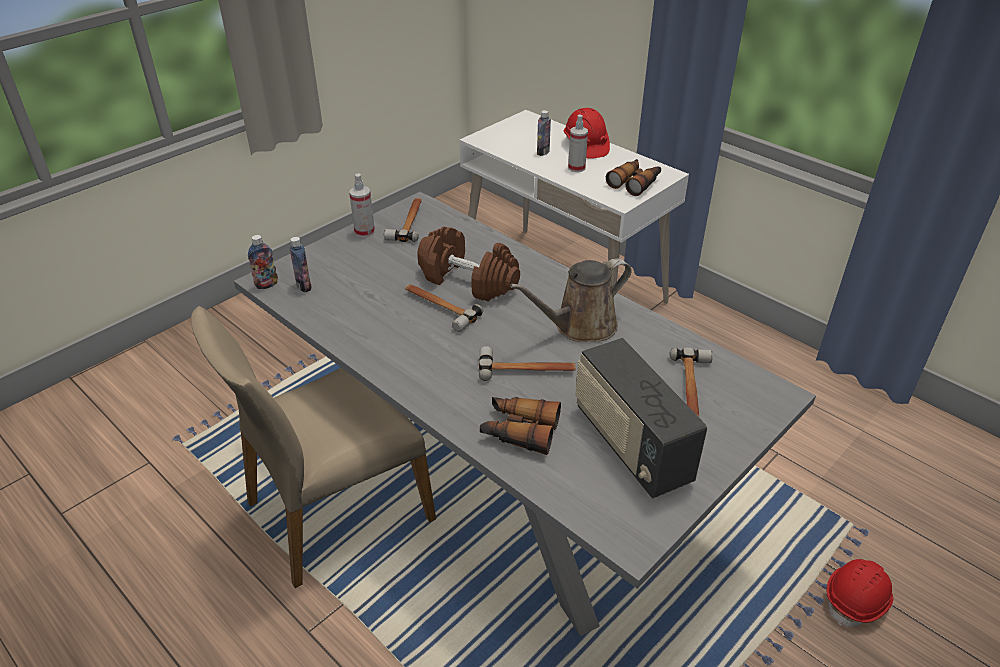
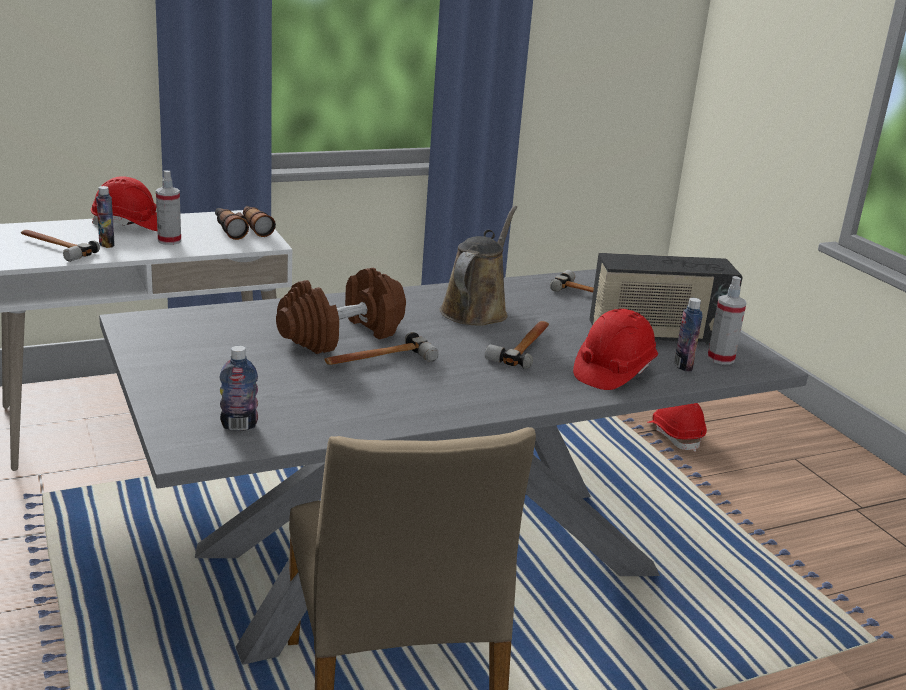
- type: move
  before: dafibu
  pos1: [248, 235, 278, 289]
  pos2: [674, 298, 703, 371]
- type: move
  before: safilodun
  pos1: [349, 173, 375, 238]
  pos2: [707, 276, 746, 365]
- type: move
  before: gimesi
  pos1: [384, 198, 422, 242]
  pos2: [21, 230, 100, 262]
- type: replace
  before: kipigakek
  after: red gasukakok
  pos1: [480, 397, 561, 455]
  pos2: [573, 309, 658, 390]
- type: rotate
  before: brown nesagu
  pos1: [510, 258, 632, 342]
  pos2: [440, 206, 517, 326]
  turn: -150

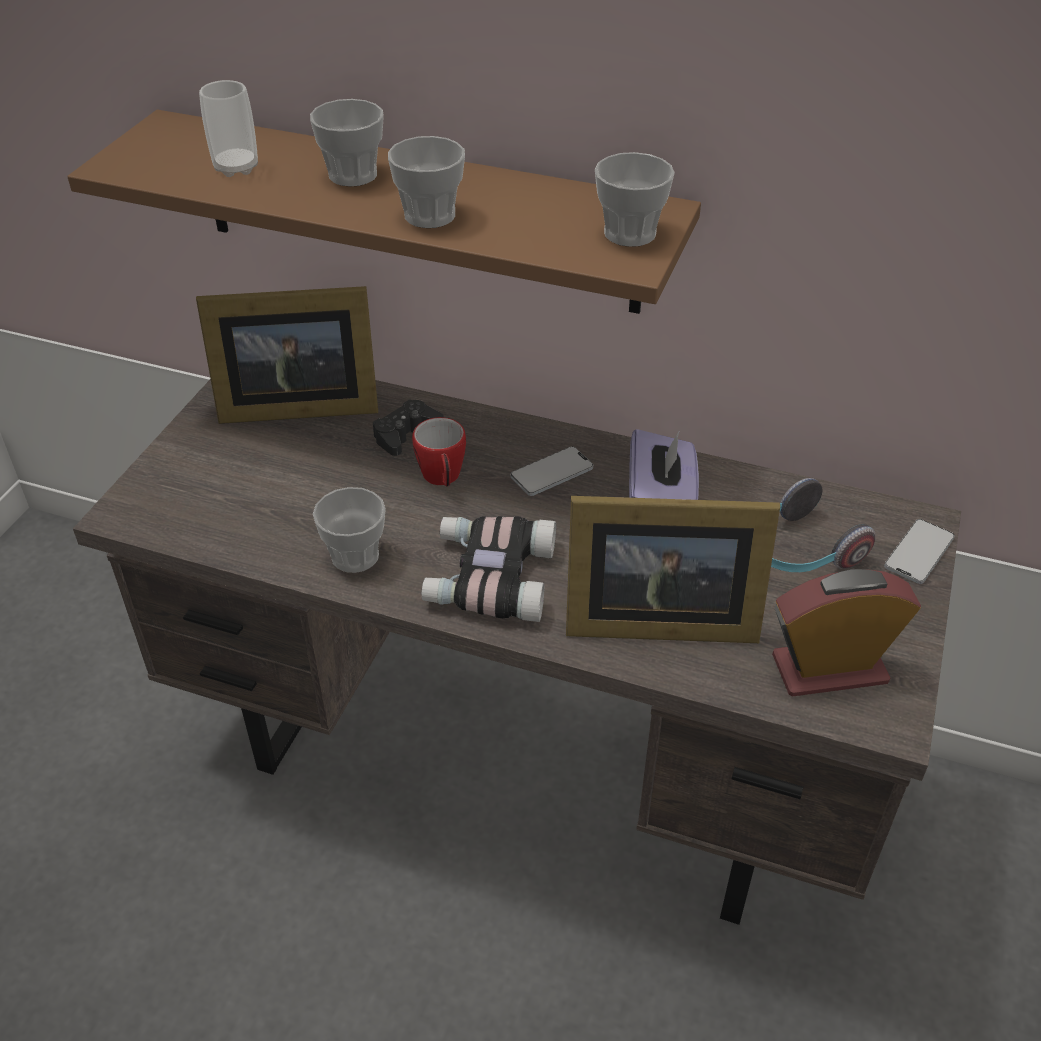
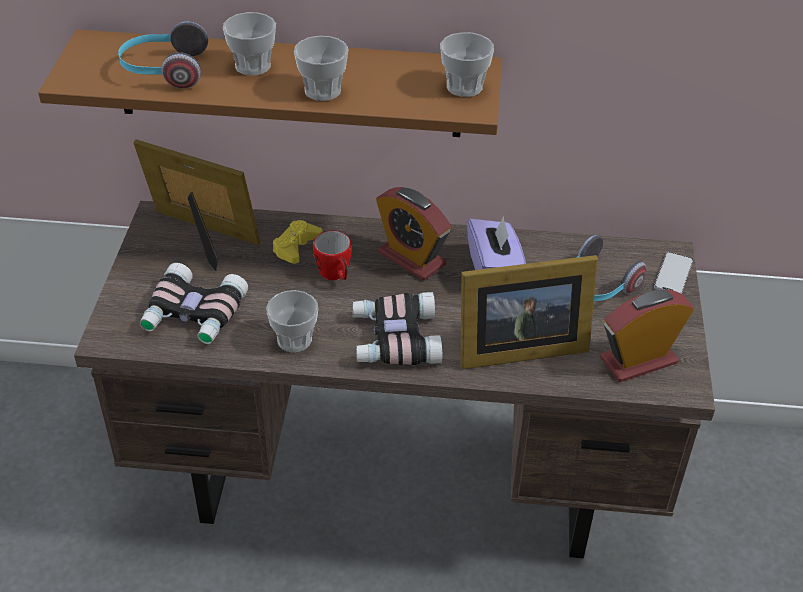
- type: rotate
  before: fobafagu
  pos1: [196, 286, 378, 424]
  pos2: [133, 139, 260, 271]
  turn: -135
- type: replace
  before: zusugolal
  after: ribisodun
  pos1: [199, 80, 258, 177]
  pos2: [118, 21, 208, 88]
- type: recolor
  before: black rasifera
  after: yellow rasifera
  pos1: [373, 399, 444, 456]
  pos2: [273, 220, 322, 264]
- type: replace
  before: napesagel
  after: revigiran
  pos1: [510, 446, 593, 496]
  pos2: [376, 187, 451, 281]
- type: insert
  after: kipigakek
  pos2: [140, 263, 248, 344]

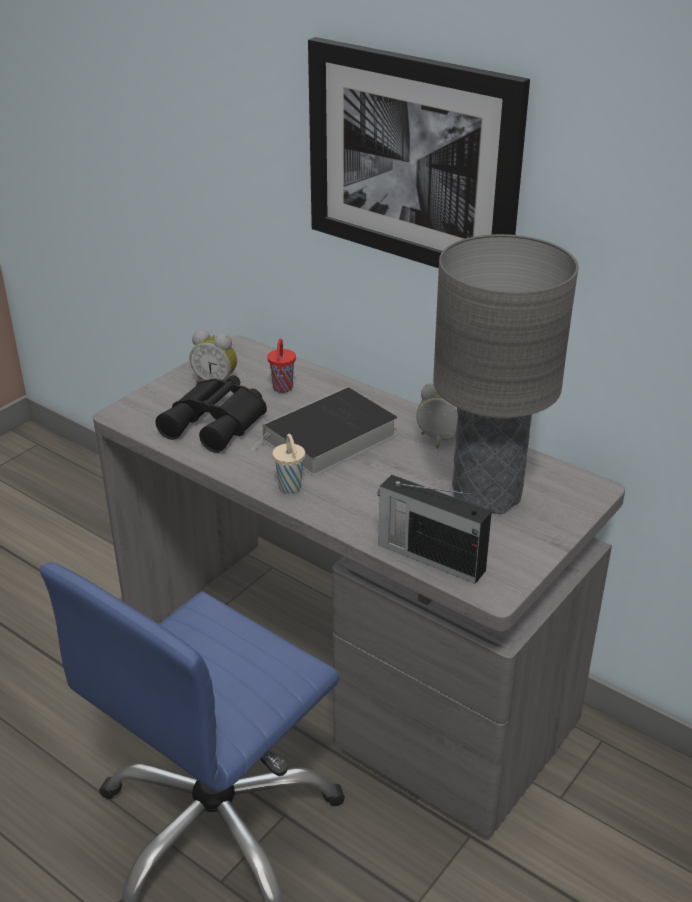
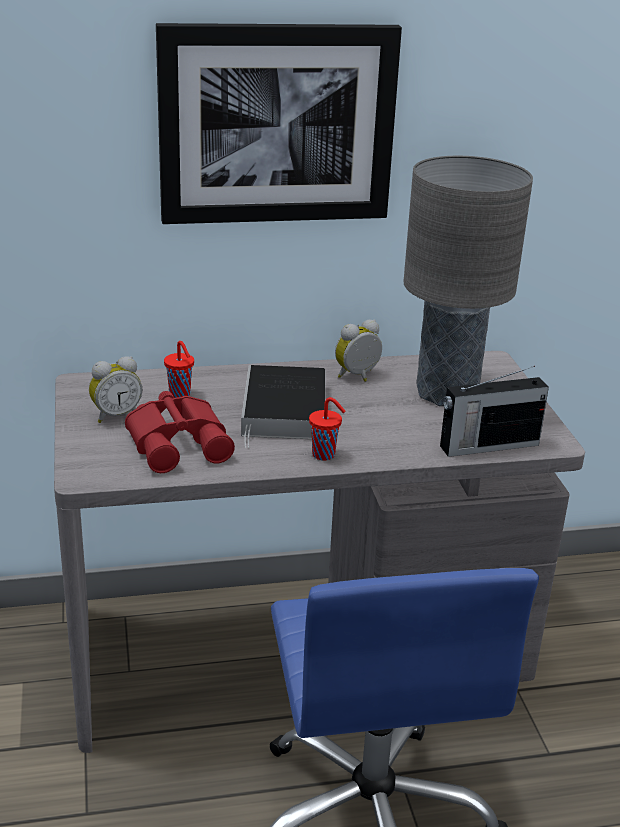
- type: recolor
  before: black kipigakek
  after: red kipigakek
  pos1: [156, 375, 267, 453]
  pos2: [125, 391, 235, 473]
- type: recolor
  before: beige zusugolal
  after: red zusugolal
  pos1: [272, 434, 305, 494]
  pos2: [309, 397, 345, 460]

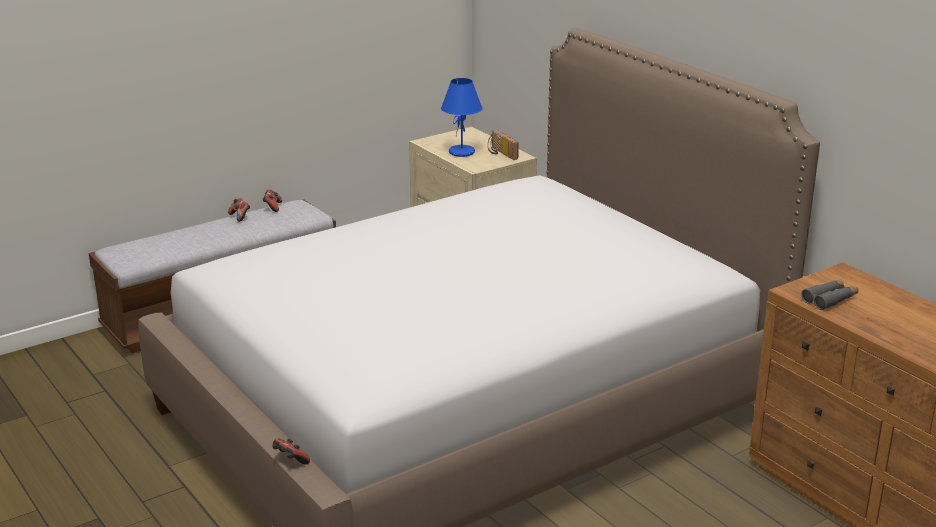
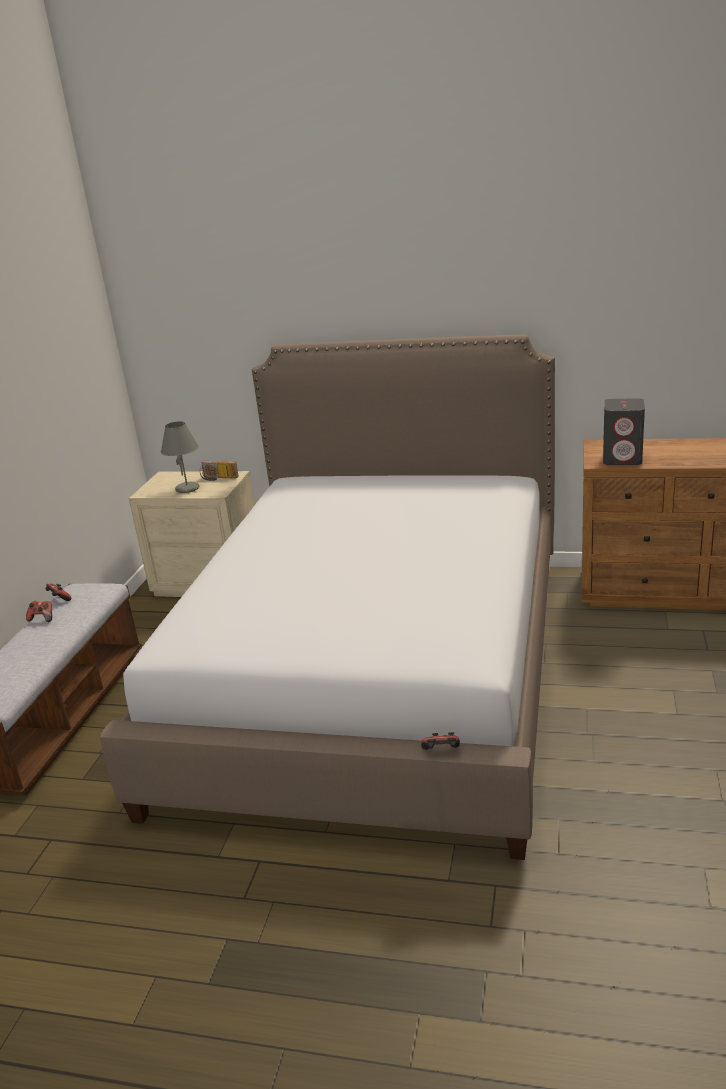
- type: recolor
  before: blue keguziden
  after: grey keguziden
  pos1: [441, 78, 483, 157]
  pos2: [161, 421, 199, 493]
- type: replace
  before: grey kipigakek
  after: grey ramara
  pos1: [802, 279, 859, 310]
  pos2: [603, 398, 645, 465]

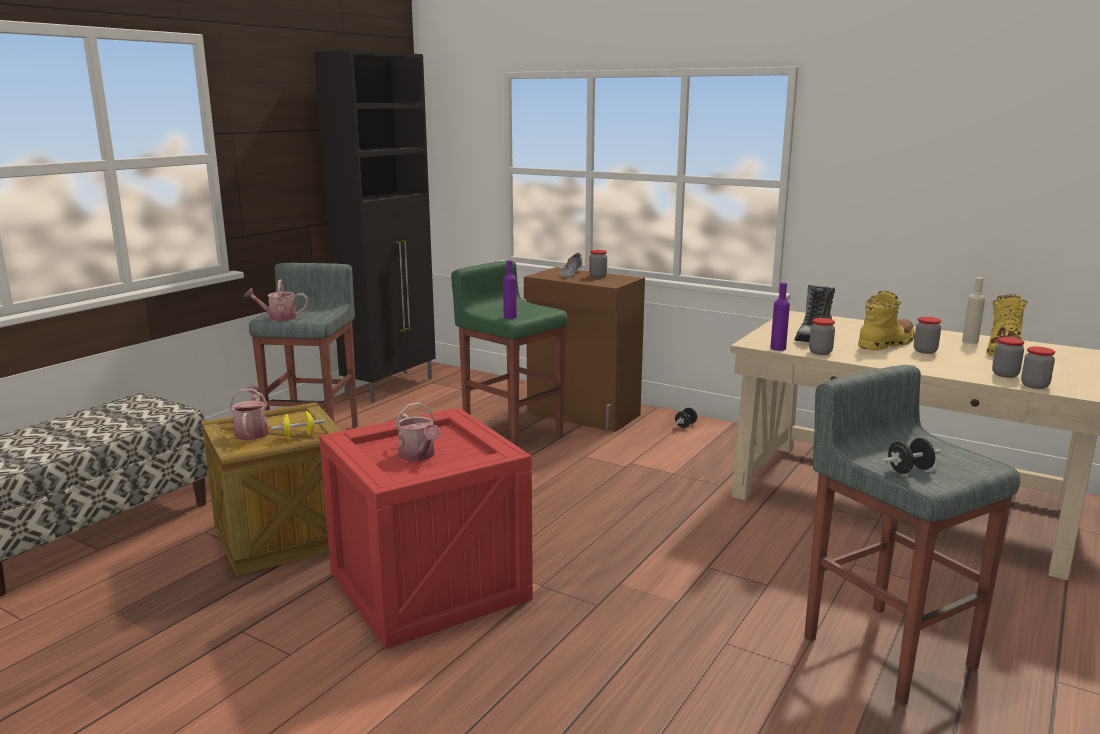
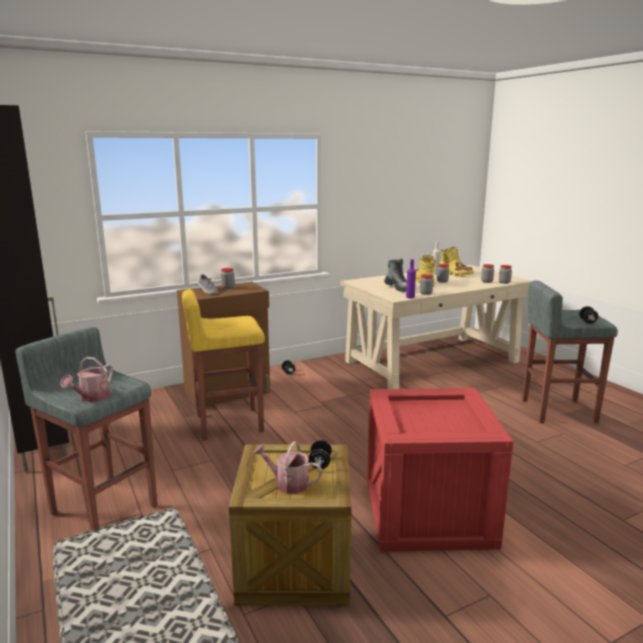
- type: recolor
  before: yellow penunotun
  after: black penunotun
  pos1: [271, 411, 325, 438]
  pos2: [308, 440, 332, 469]
- type: delete
  before: nesagu
  pos1: [395, 402, 441, 461]
- type: recolor
  before: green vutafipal
  after: yellow vutafipal
  pos1: [451, 260, 568, 447]
  pos2: [182, 289, 265, 441]
- type: delete
  before: purple dafibu
  pos1: [503, 260, 517, 319]

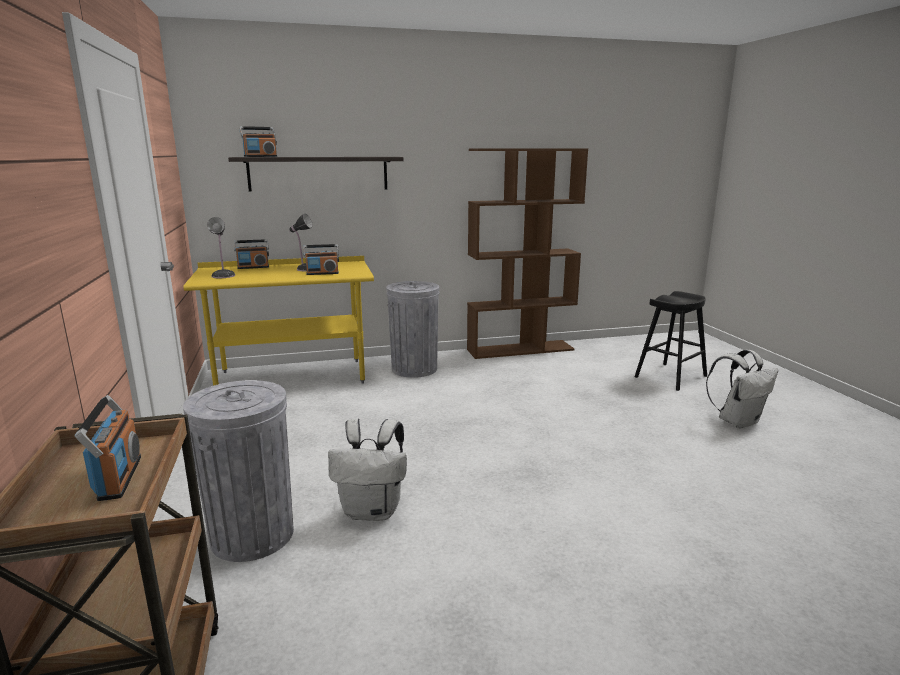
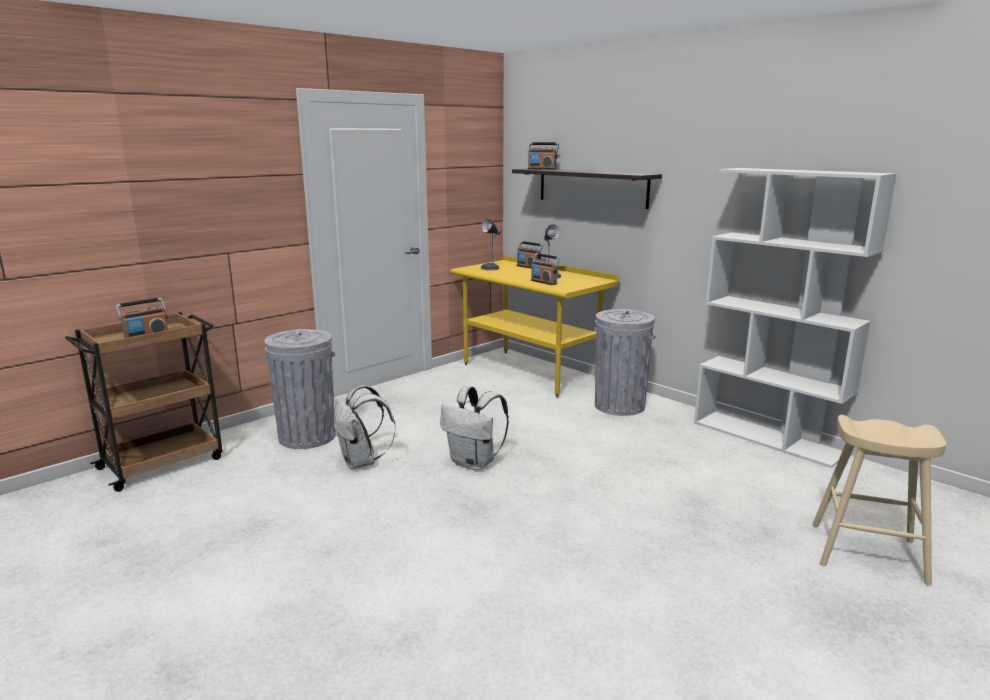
- type: recolor
  before: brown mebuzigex
  after: white mebuzigex
  pos1: [467, 148, 588, 359]
  pos2: [694, 168, 897, 468]
- type: recolor
  before: black vutafipal
  after: beige vutafipal
  pos1: [635, 291, 707, 391]
  pos2: [812, 415, 946, 585]
- type: move
  before: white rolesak
  pos1: [706, 350, 778, 429]
  pos2: [440, 386, 509, 470]

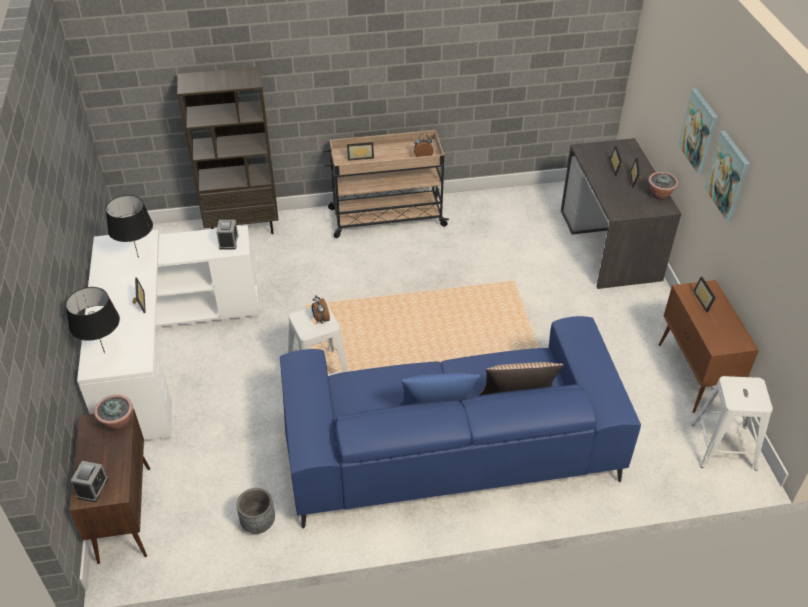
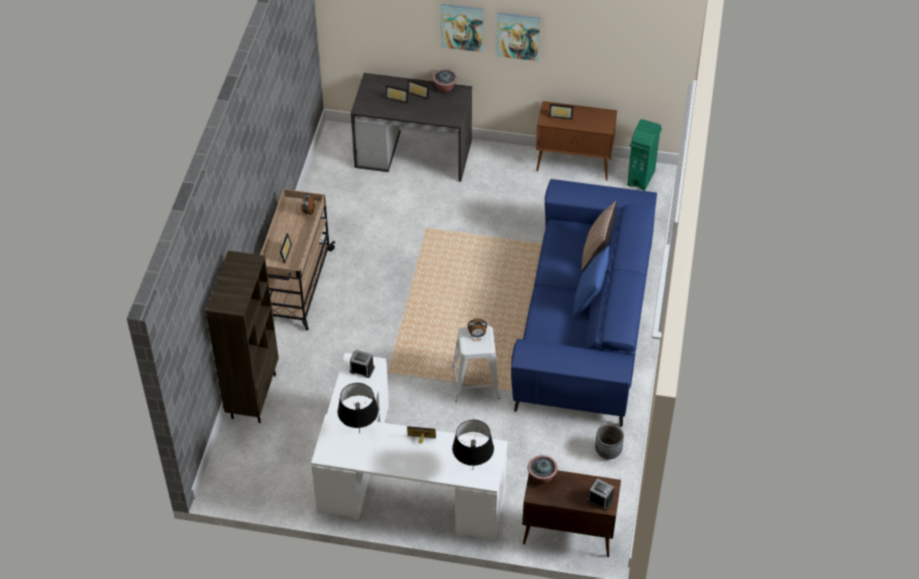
- type: replace
  before: white vutafipal
  after: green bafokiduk
  pos1: [691, 376, 773, 471]
  pos2: [627, 119, 662, 191]

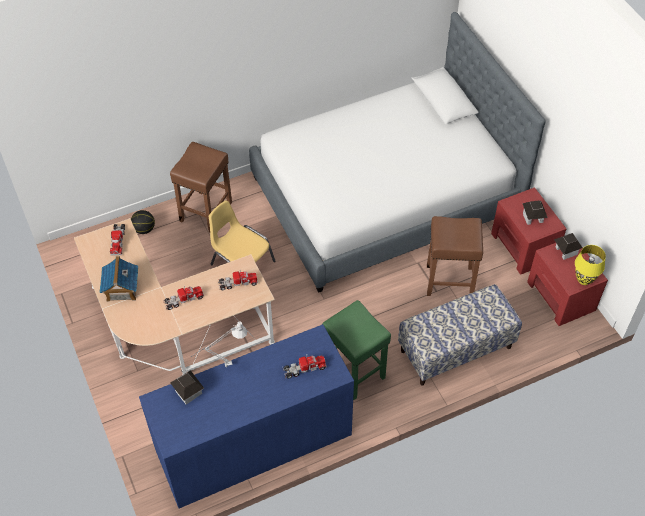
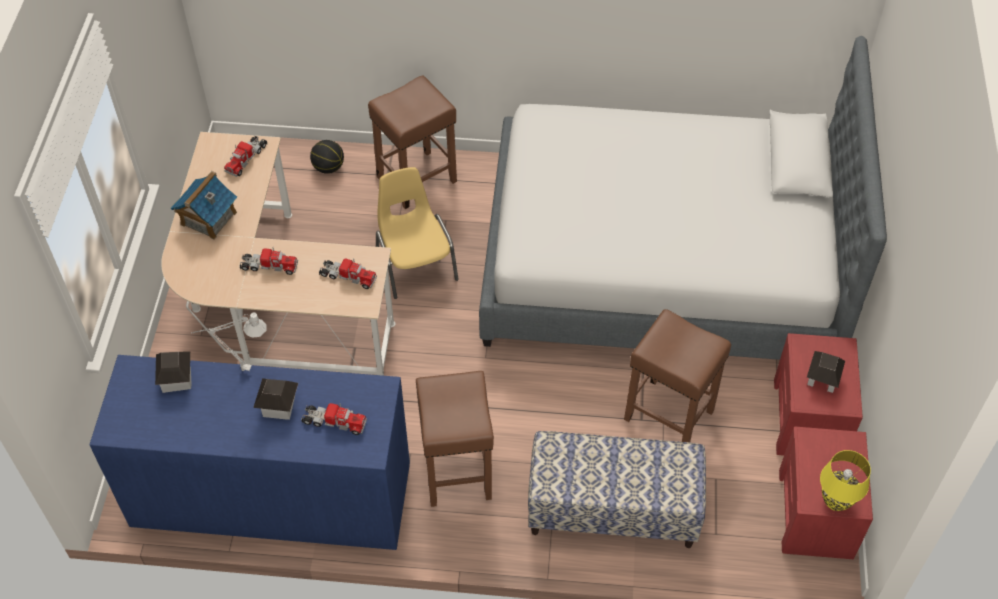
- type: recolor
  before: green vutafipal
  after: brown vutafipal
  pos1: [322, 300, 391, 400]
  pos2: [416, 371, 494, 507]
- type: move
  before: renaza
  pos1: [554, 233, 583, 260]
  pos2: [253, 378, 298, 420]

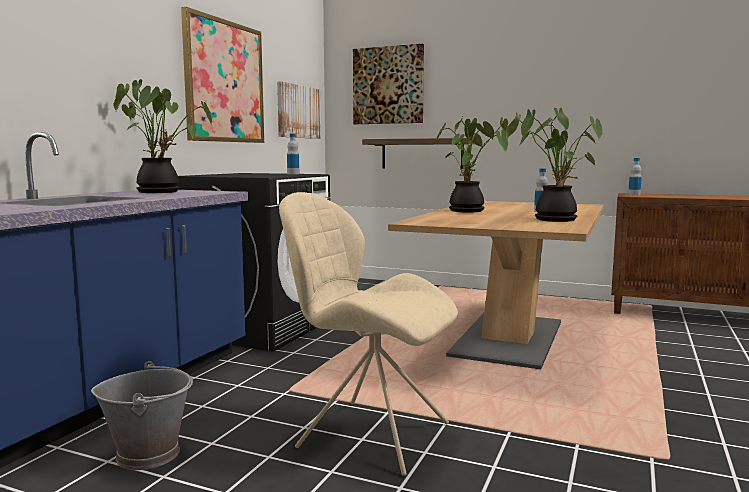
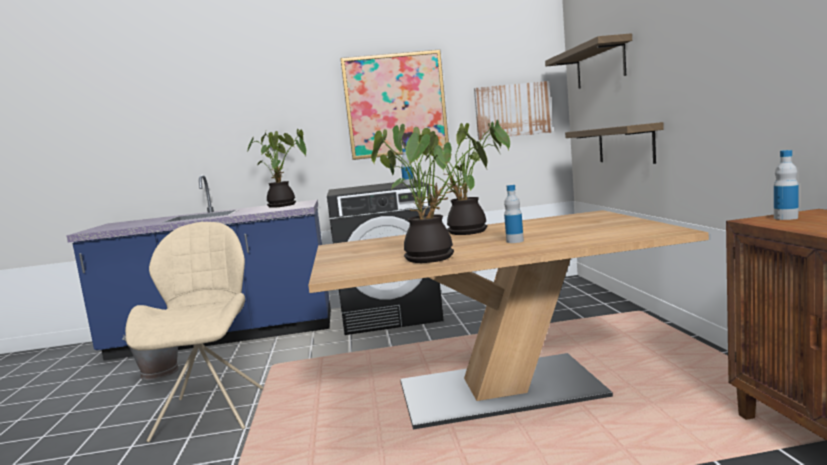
- type: replace
  before: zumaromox
  after: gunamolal
  pos1: [353, 44, 424, 124]
  pos2: [545, 33, 632, 89]

